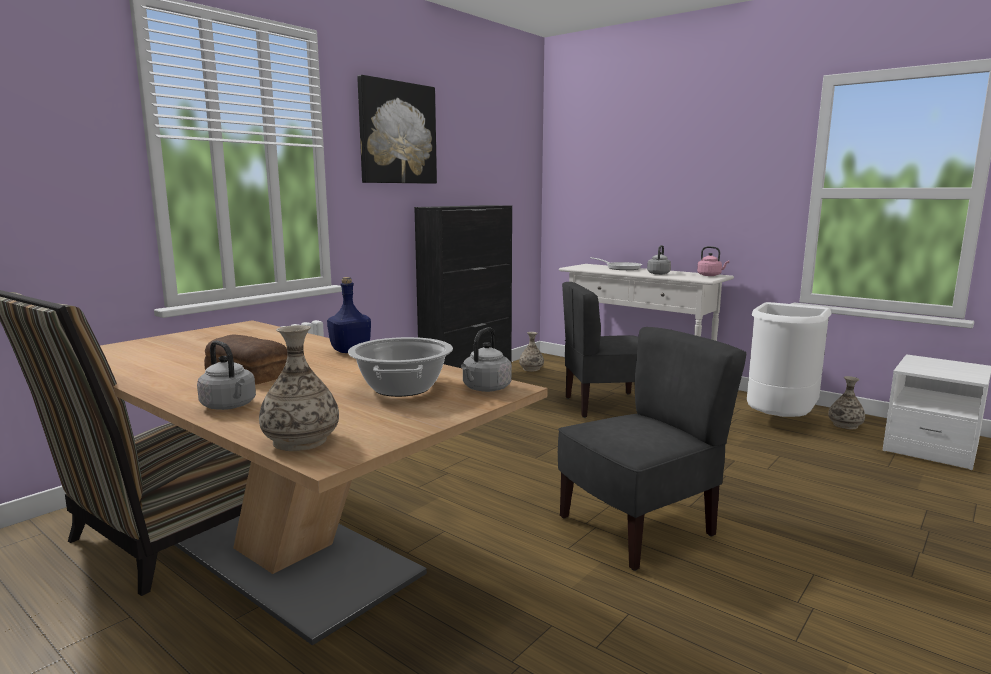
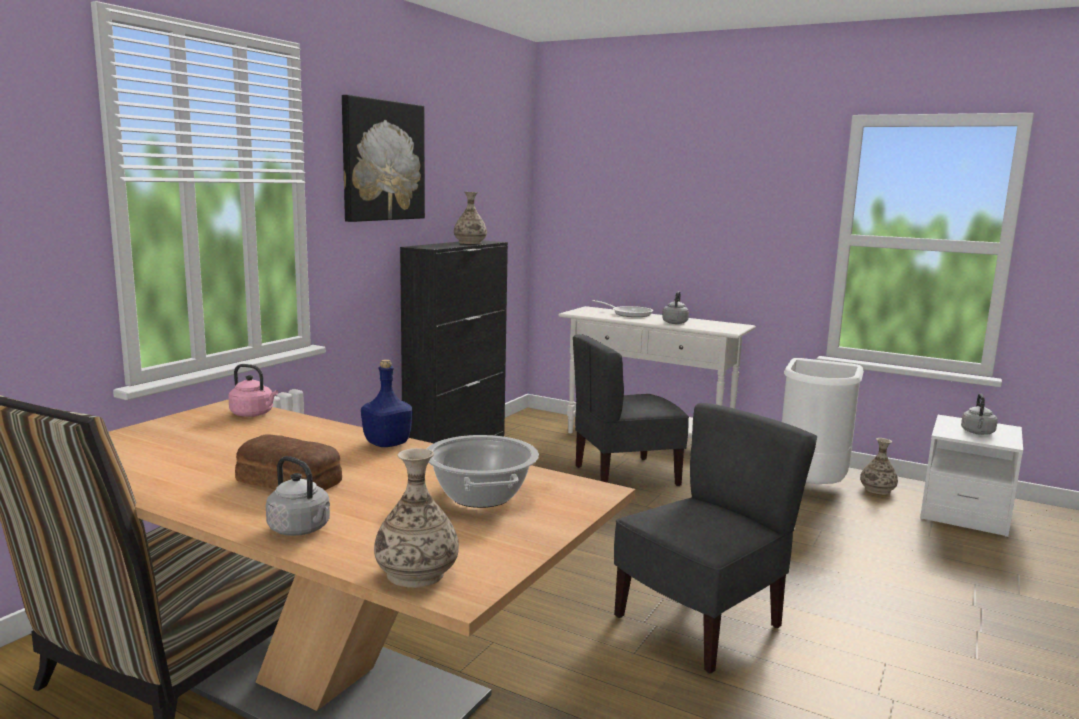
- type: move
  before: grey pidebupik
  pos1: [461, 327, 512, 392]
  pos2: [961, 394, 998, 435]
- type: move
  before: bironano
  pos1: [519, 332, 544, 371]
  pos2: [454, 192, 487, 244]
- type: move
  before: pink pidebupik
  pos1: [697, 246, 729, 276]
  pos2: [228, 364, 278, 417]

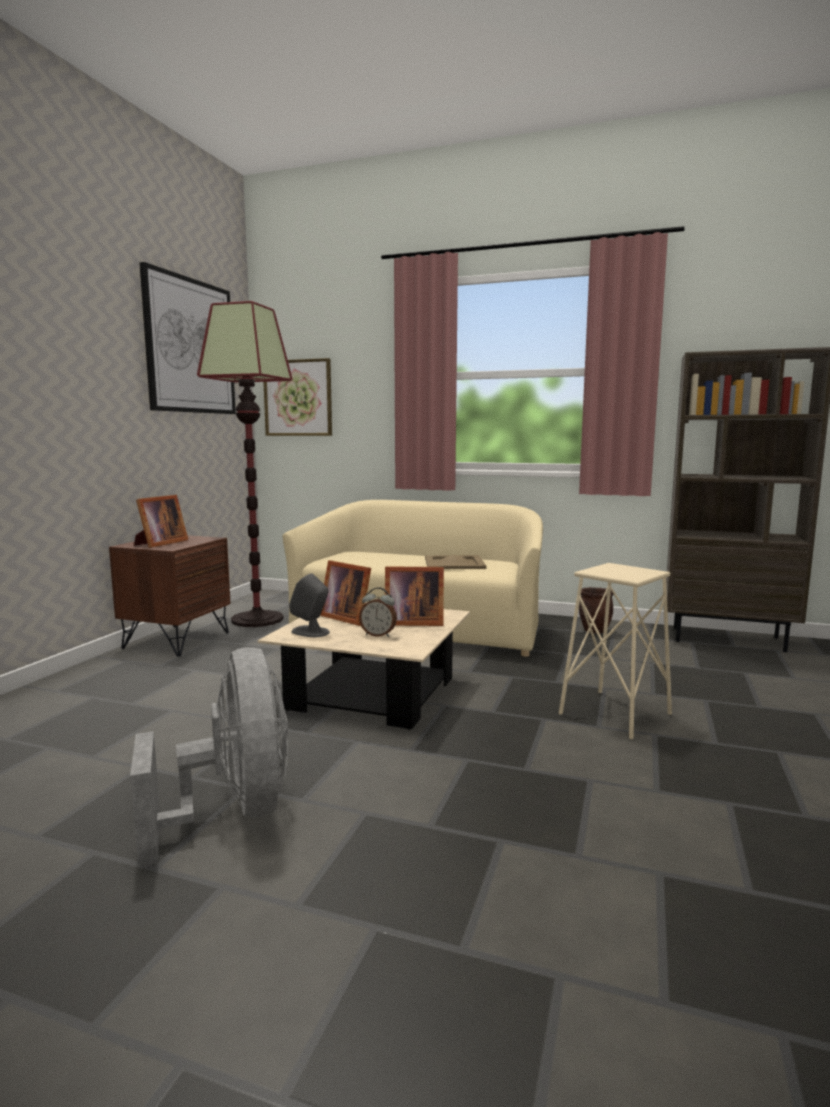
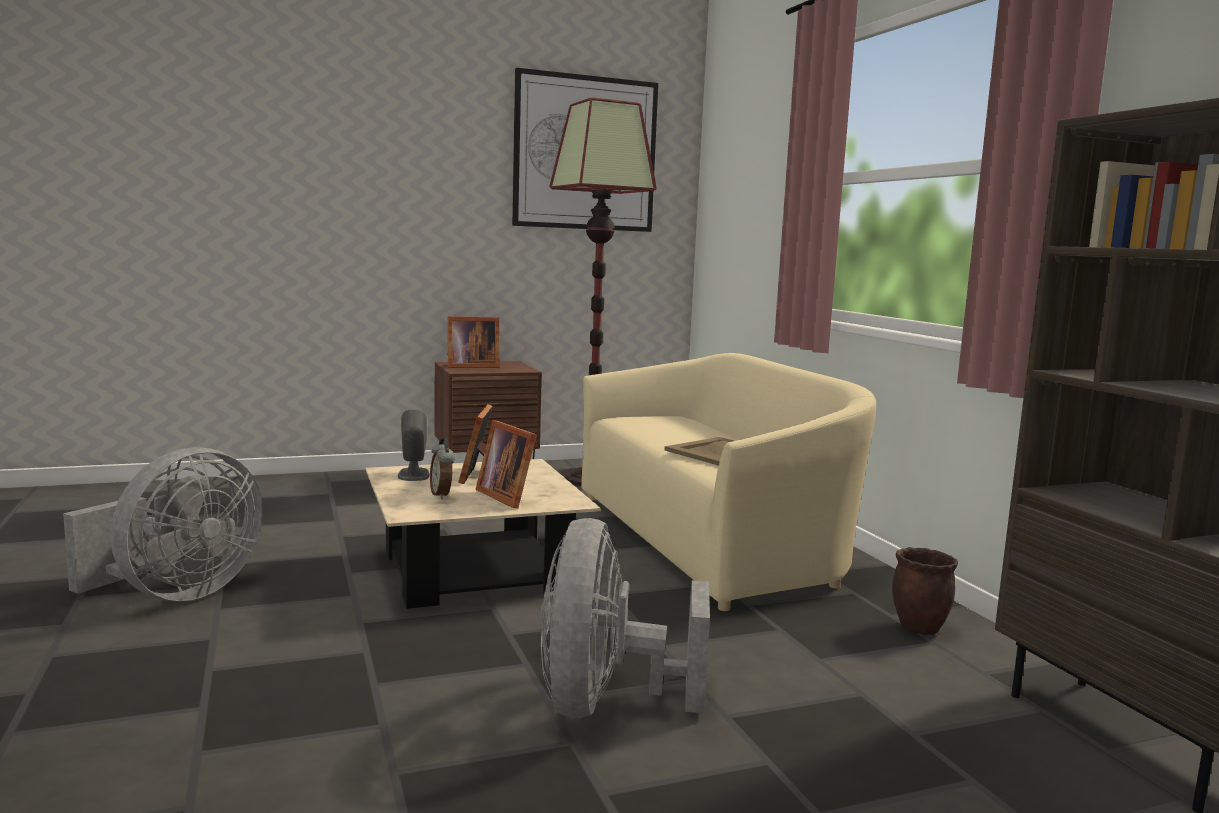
- type: delete
  before: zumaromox
  pos1: [263, 358, 332, 436]
- type: replace
  before: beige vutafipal
  after: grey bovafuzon
  pos1: [559, 563, 672, 739]
  pos2: [541, 518, 710, 718]

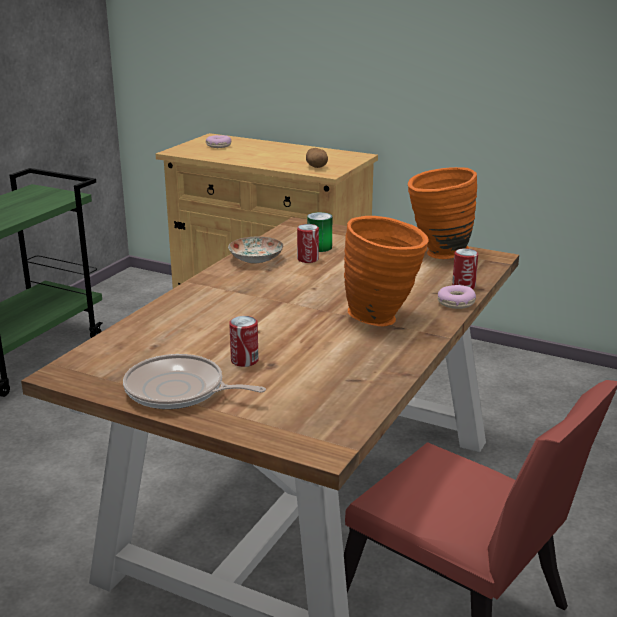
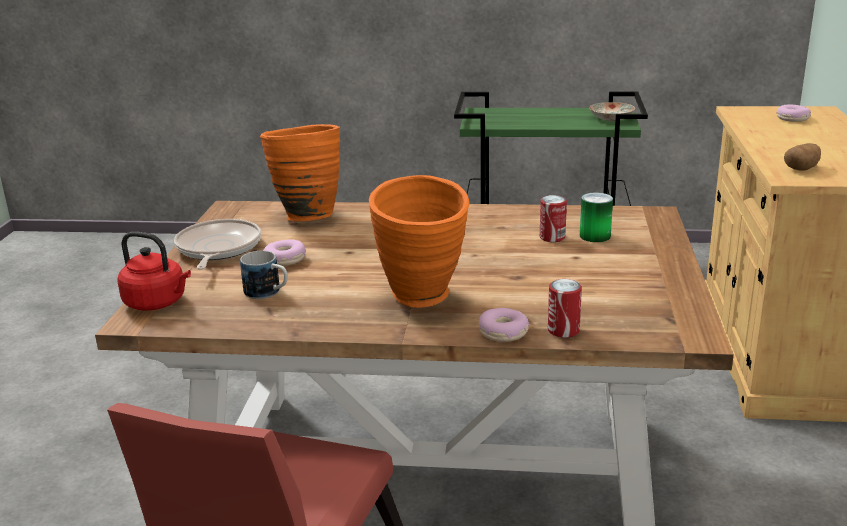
- type: move
  before: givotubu
  pos1: [228, 237, 283, 264]
  pos2: [589, 102, 635, 121]
- type: replace
  before: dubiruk
  after: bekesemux
  pos1: [229, 316, 259, 367]
  pos2: [263, 239, 306, 266]
- type: move
  before: orange bironano
  pos1: [408, 167, 477, 259]
  pos2: [260, 124, 340, 221]
- type: insert
  after: red pidebupik
  pos2: [117, 232, 191, 311]
- type: insert
  after: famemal
  pos2: [240, 251, 288, 299]

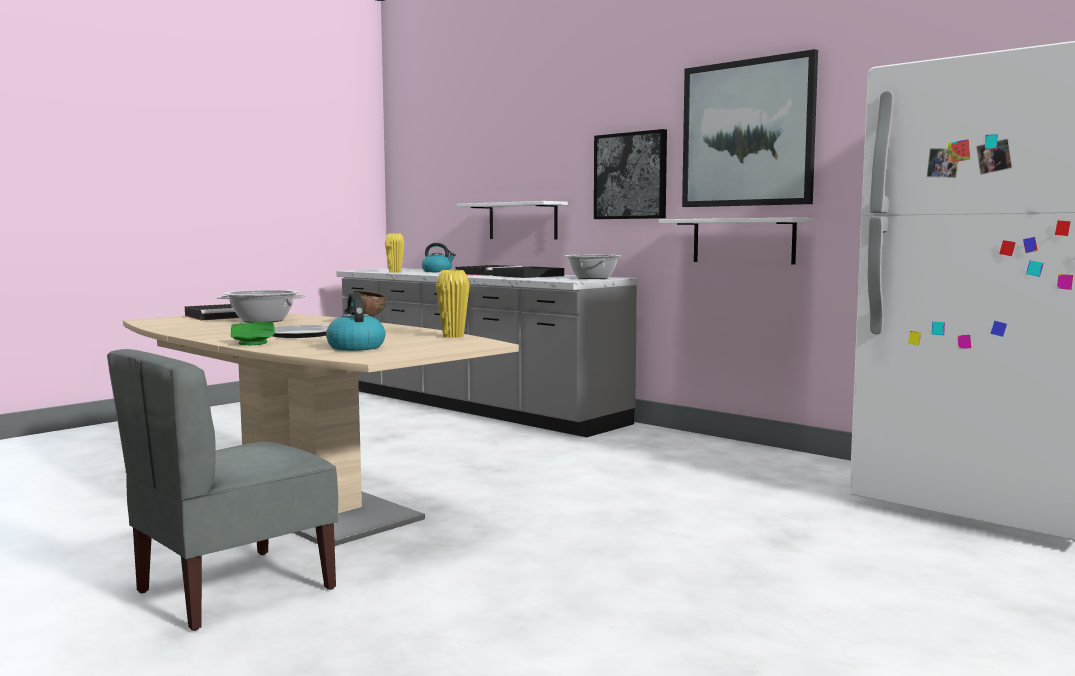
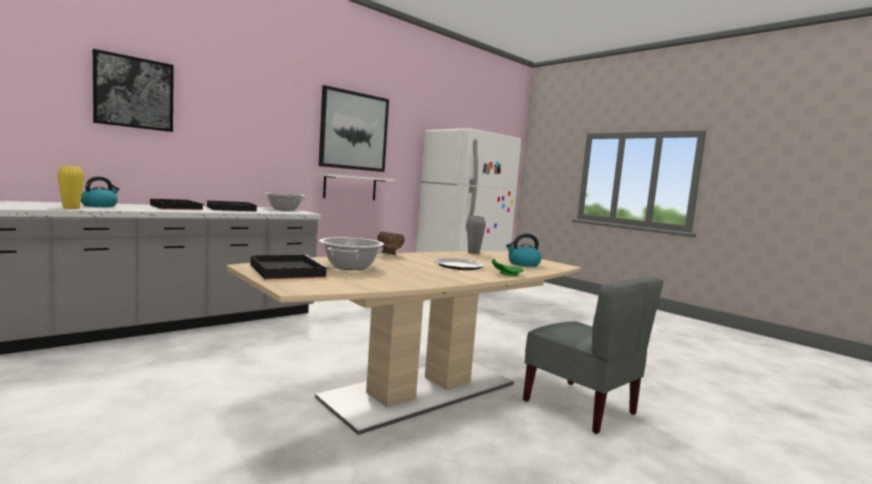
- type: recolor
  before: yellow bironano
  after: grey bironano
  pos1: [436, 270, 470, 338]
  pos2: [467, 216, 486, 254]
- type: delete
  before: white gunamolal
  pos1: [457, 201, 568, 239]
- type: move
  before: zumaromox
  pos1: [594, 129, 667, 219]
  pos2: [92, 49, 174, 132]

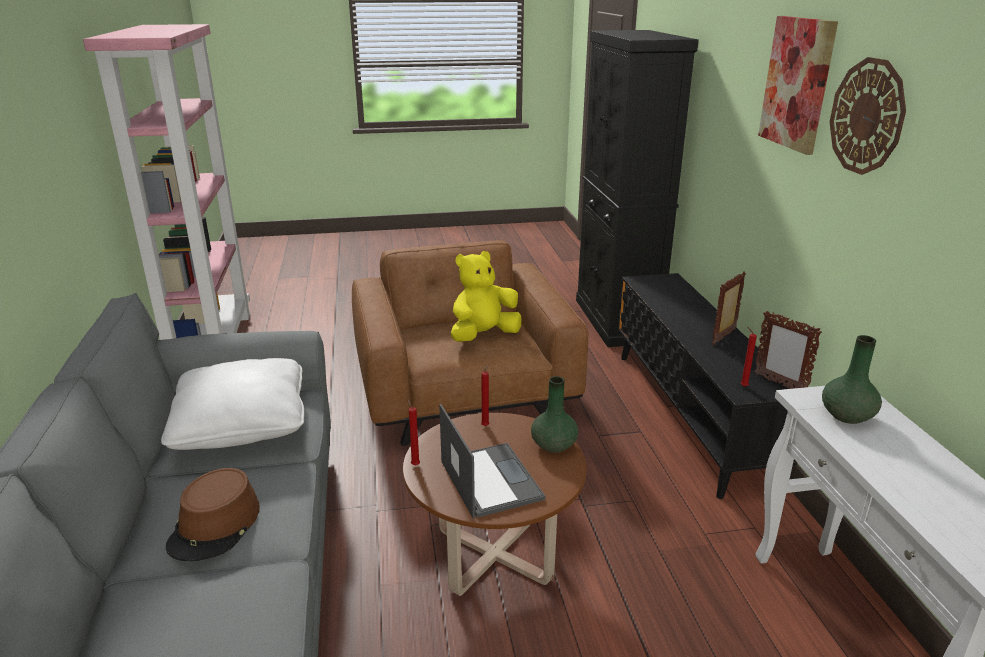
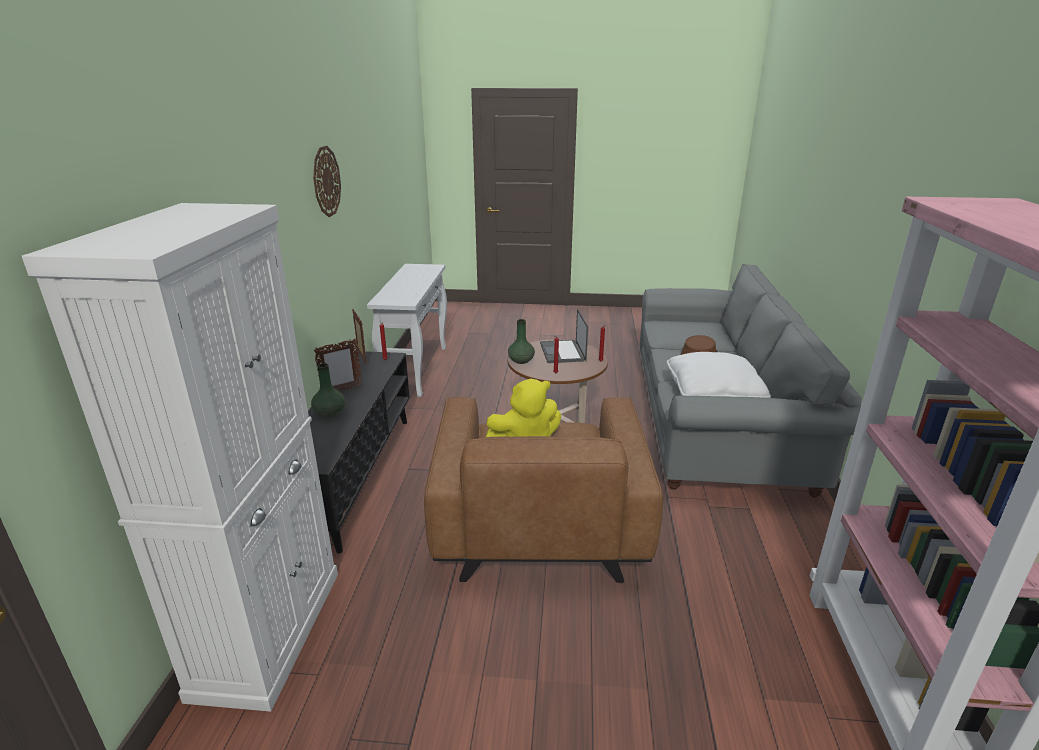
- type: recolor
  before: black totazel
  after: white totazel
  pos1: [576, 30, 699, 347]
  pos2: [22, 203, 338, 712]
- type: delete
  before: zumaromox
  pos1: [758, 16, 838, 155]
- type: move
  before: green bironano
  pos1: [822, 335, 882, 424]
  pos2: [311, 363, 345, 417]

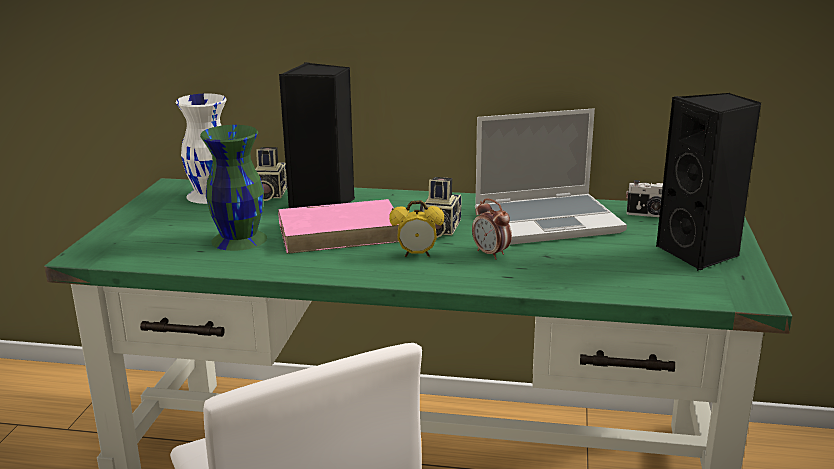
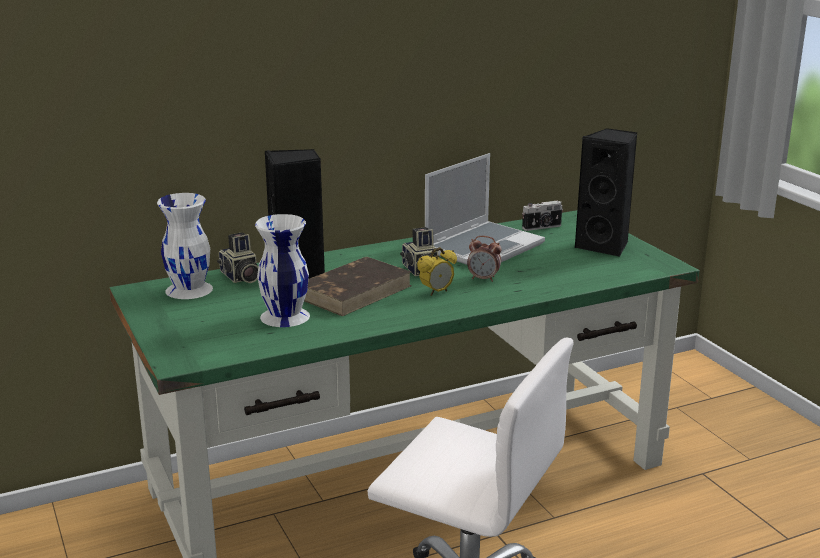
- type: recolor
  before: green bironano
  after: white bironano
  pos1: [200, 125, 267, 251]
  pos2: [255, 214, 310, 327]
- type: recolor
  before: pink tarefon
  after: brown tarefon
  pos1: [278, 199, 399, 254]
  pos2: [304, 257, 411, 316]

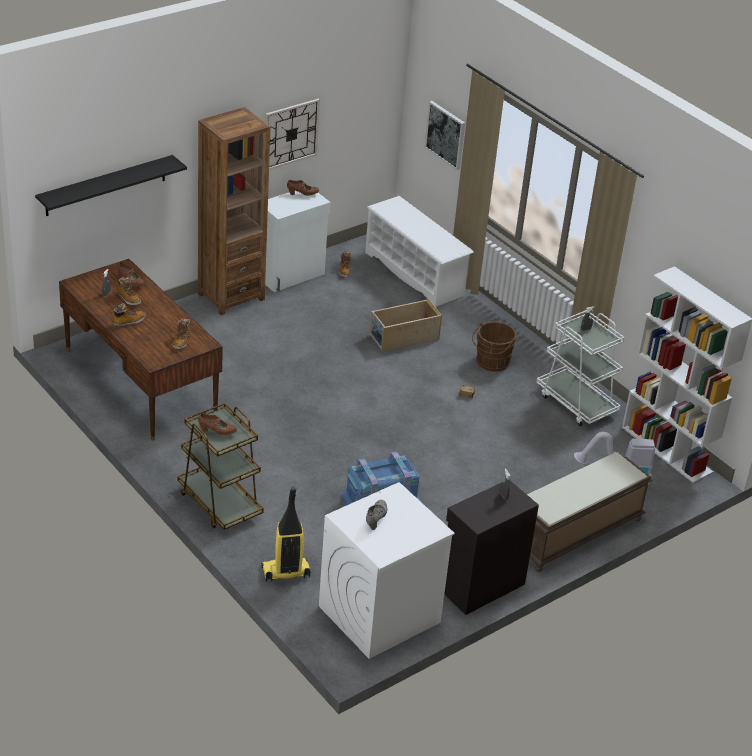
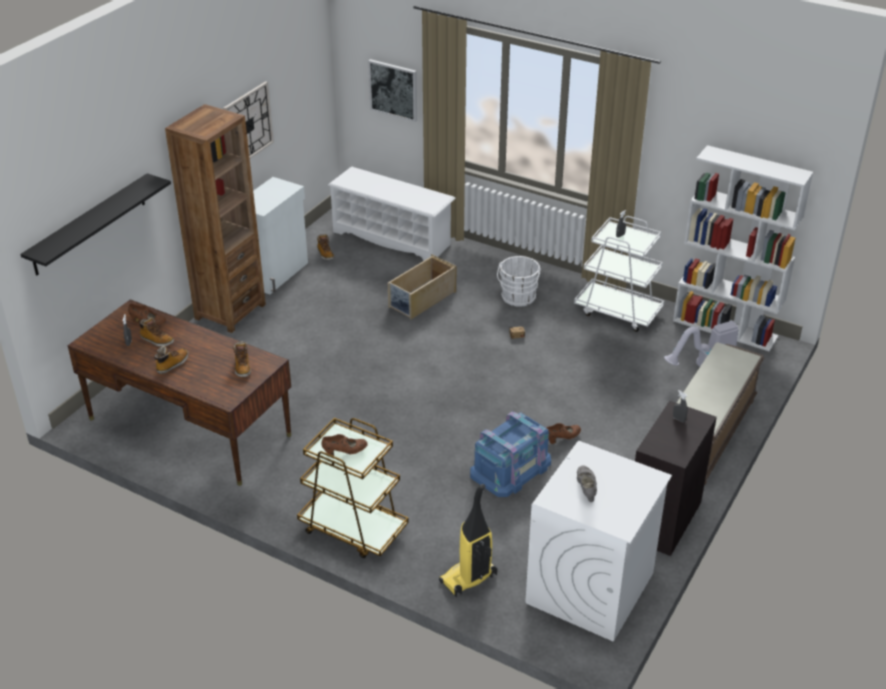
- type: move
  before: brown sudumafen
  pos1: [287, 180, 319, 196]
  pos2: [547, 423, 581, 444]
- type: recolor
  before: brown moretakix
  after: white moretakix
  pos1: [472, 322, 517, 372]
  pos2: [497, 256, 541, 307]

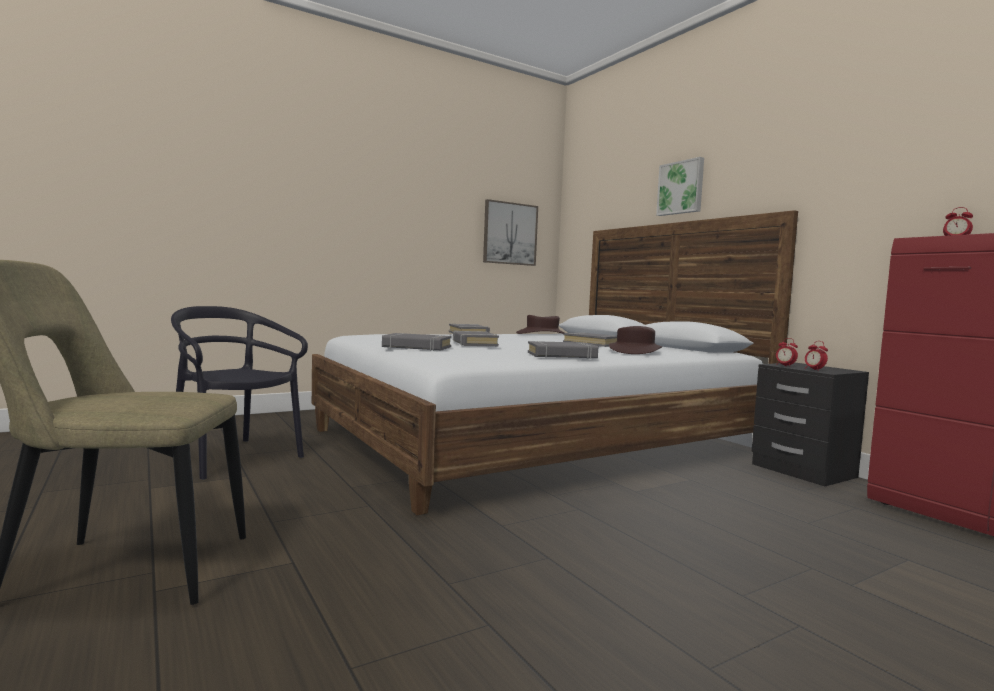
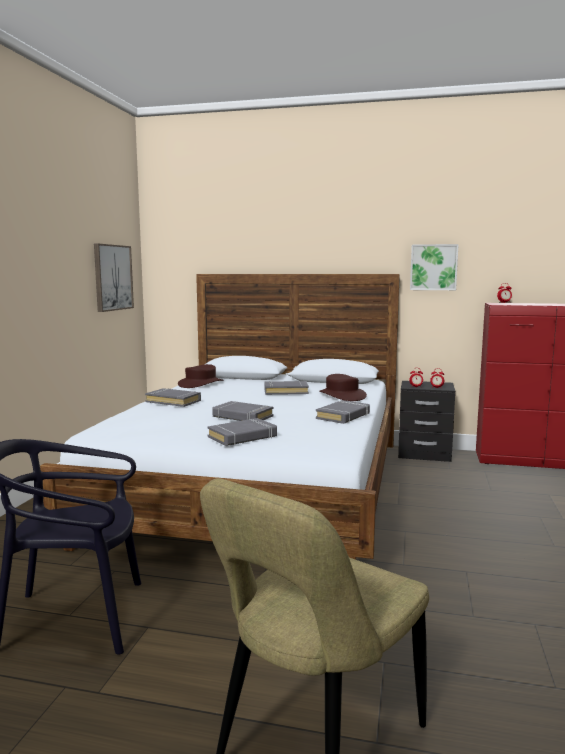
- type: move
  before: zumaromox
  pos1: [656, 157, 704, 216]
  pos2: [410, 244, 459, 290]

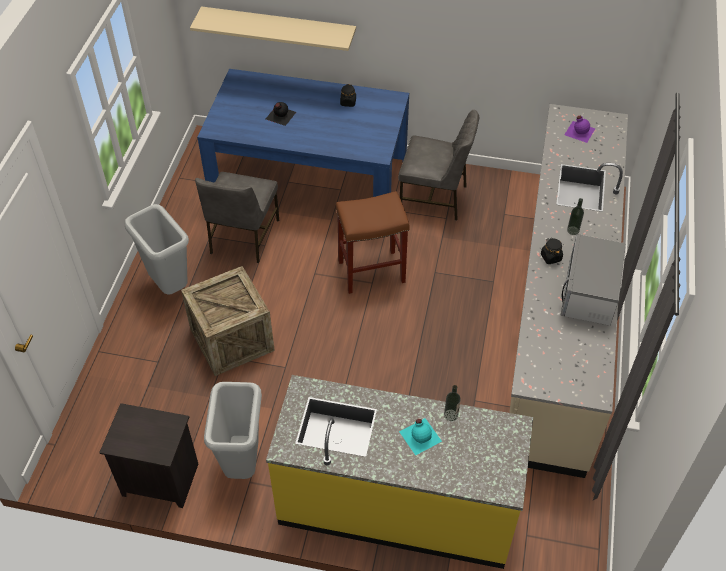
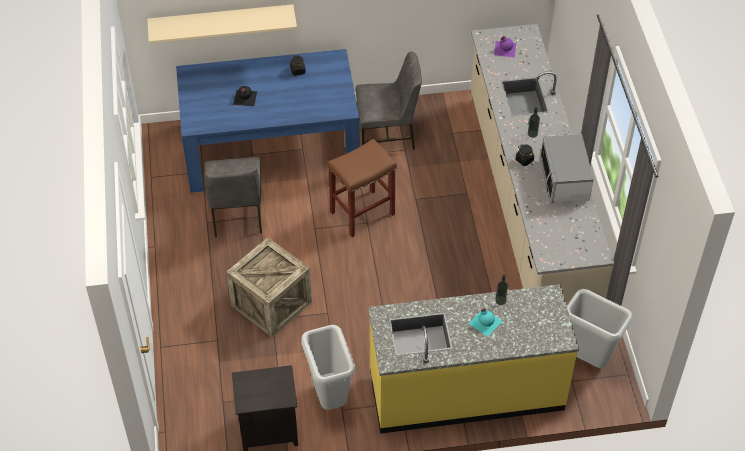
- type: move
  before: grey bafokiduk
  pos1: [124, 204, 189, 294]
  pos2: [567, 289, 632, 368]

